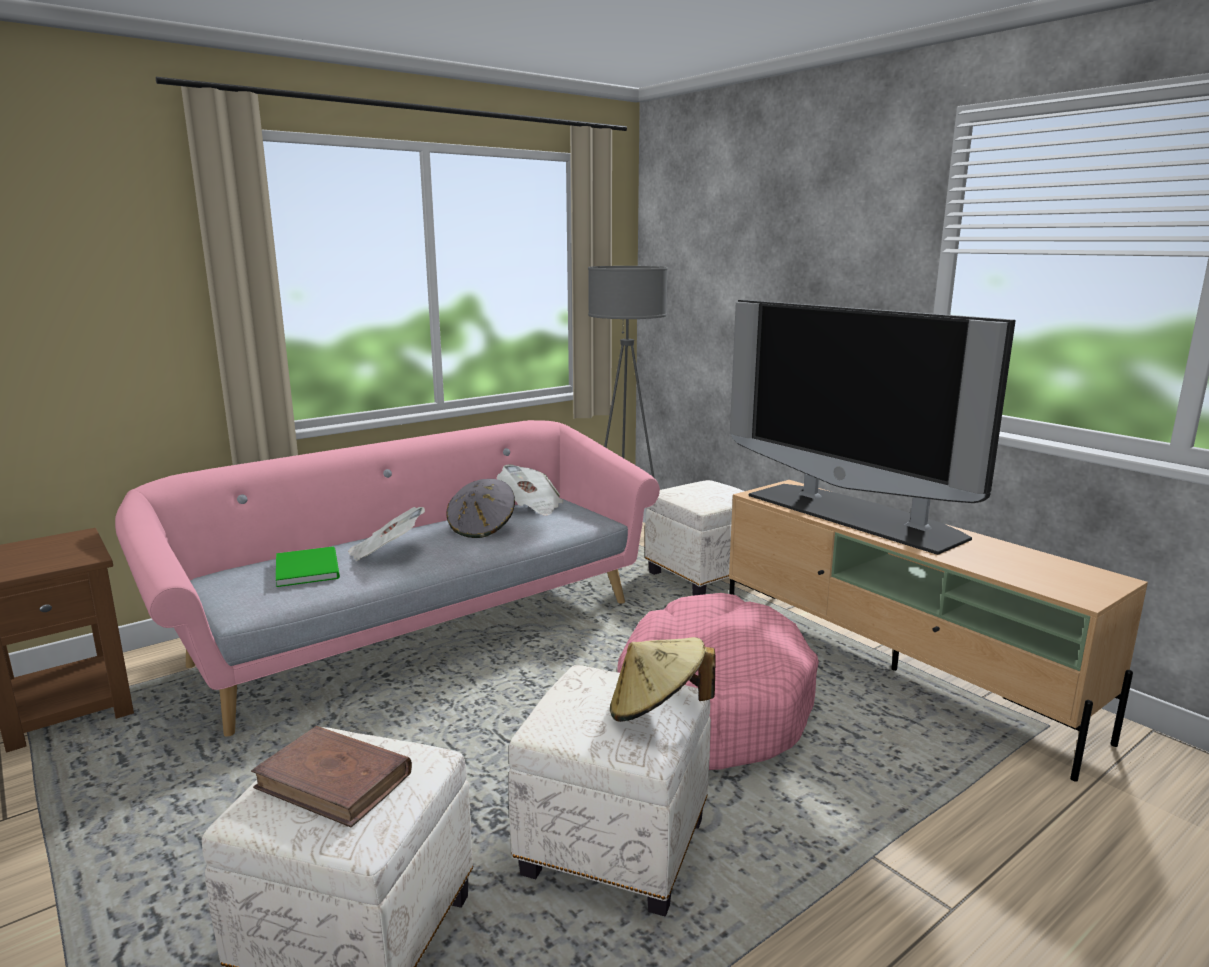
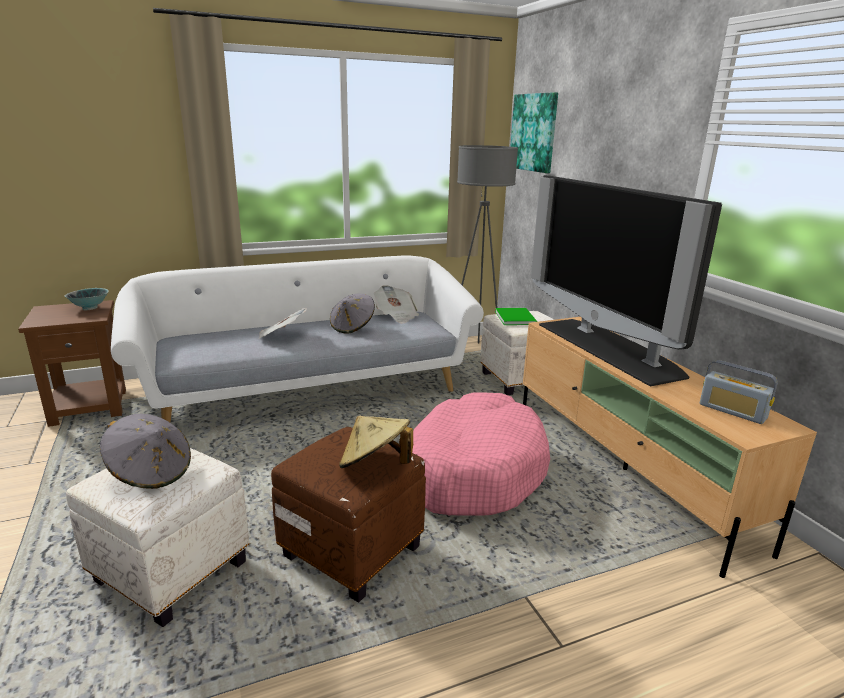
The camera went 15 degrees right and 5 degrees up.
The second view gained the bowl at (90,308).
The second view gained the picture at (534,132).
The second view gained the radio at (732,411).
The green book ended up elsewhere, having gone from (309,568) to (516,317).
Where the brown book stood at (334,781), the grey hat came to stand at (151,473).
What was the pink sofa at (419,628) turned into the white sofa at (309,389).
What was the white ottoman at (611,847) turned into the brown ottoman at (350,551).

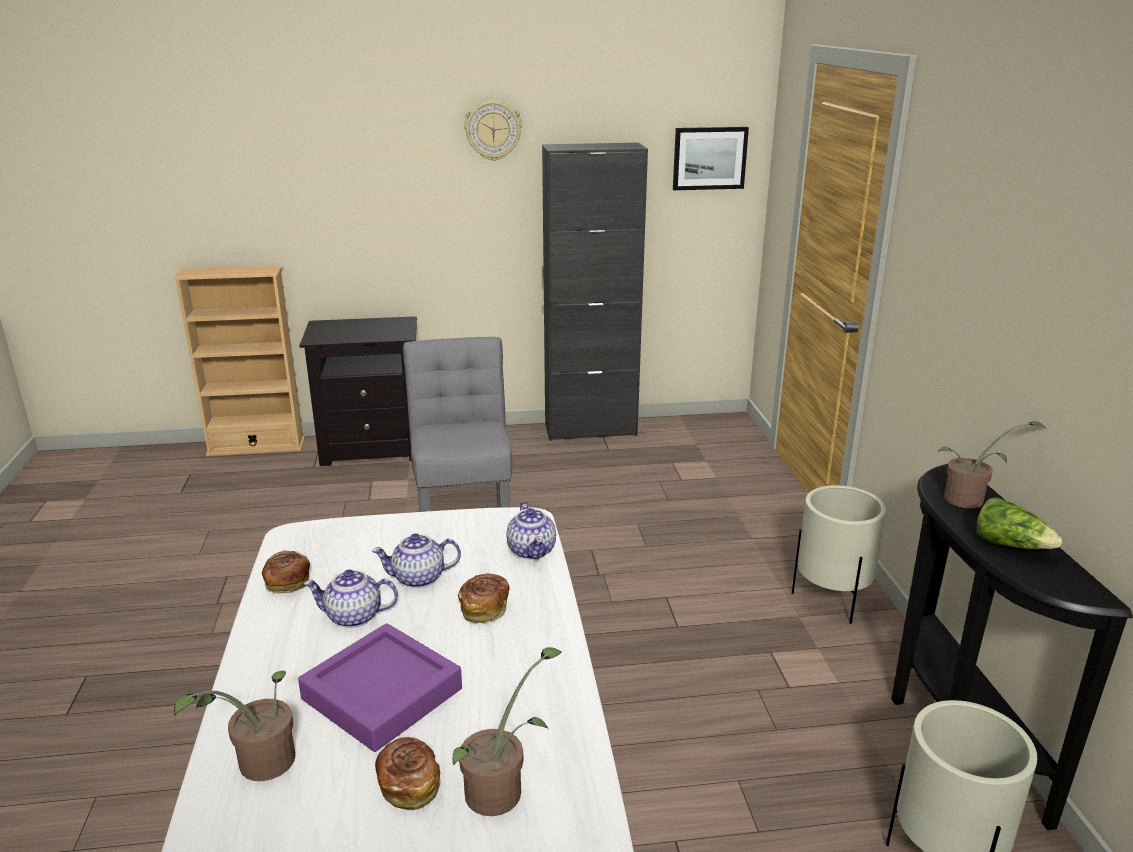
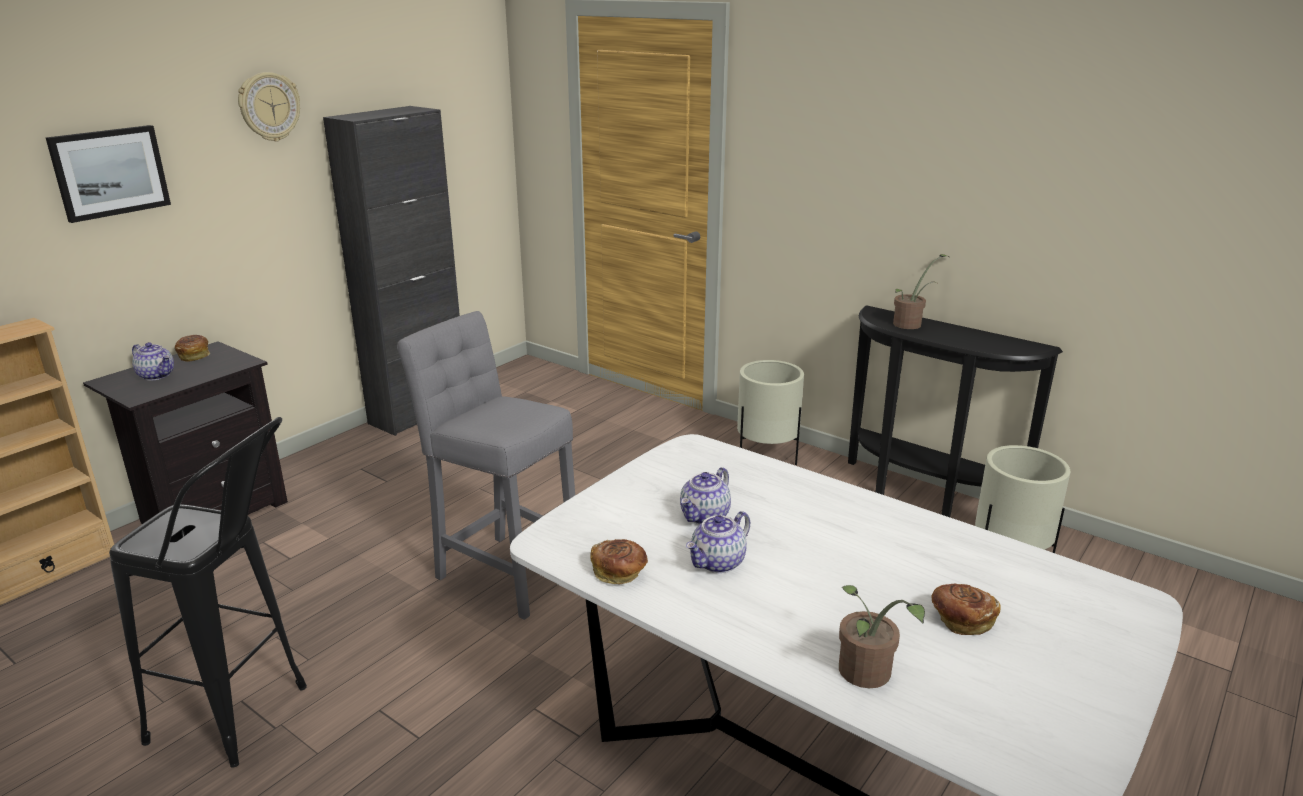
The camera went 45 degrees left and 0 degrees up.
The second view lost the purple tray at (382,694).
The second view lost the potted plant at (501,790).
The second view lost the lettuce at (1010,545).
The second view gained the black stool at (247,719).
The bread ended up elsewhere, having gone from (485,608) to (194,355).
The teapot ended up elsewhere, having gone from (532,551) to (157,375).
The picture ended up elsewhere, having gone from (709,158) to (110,172).

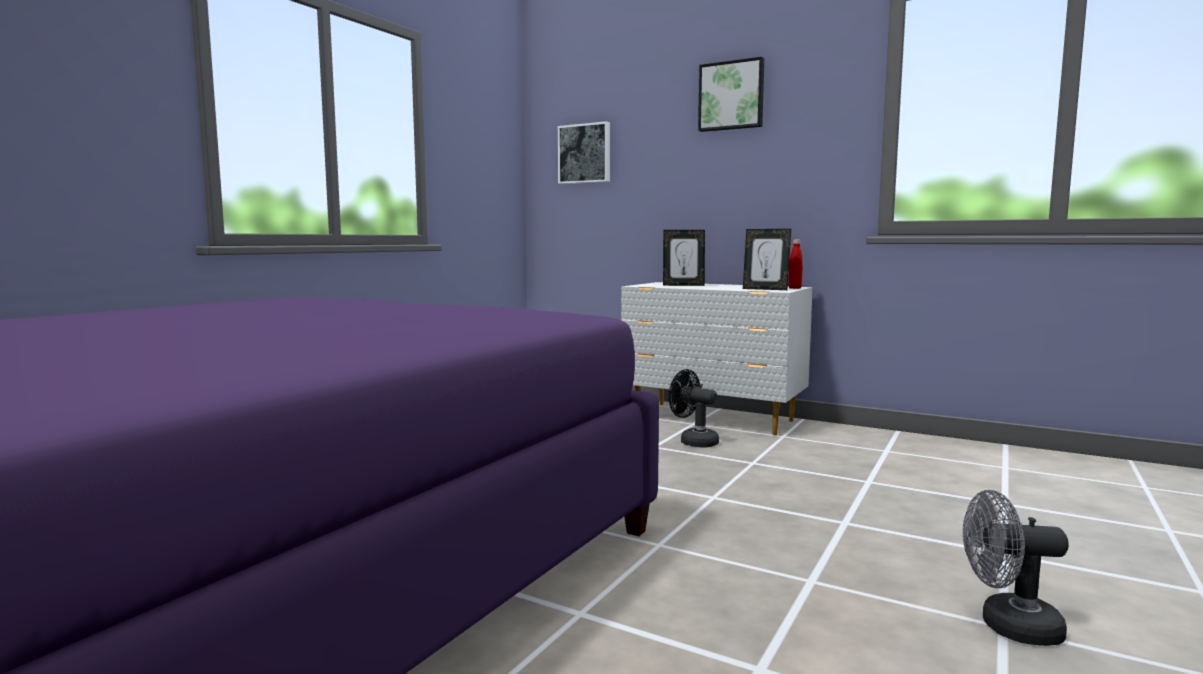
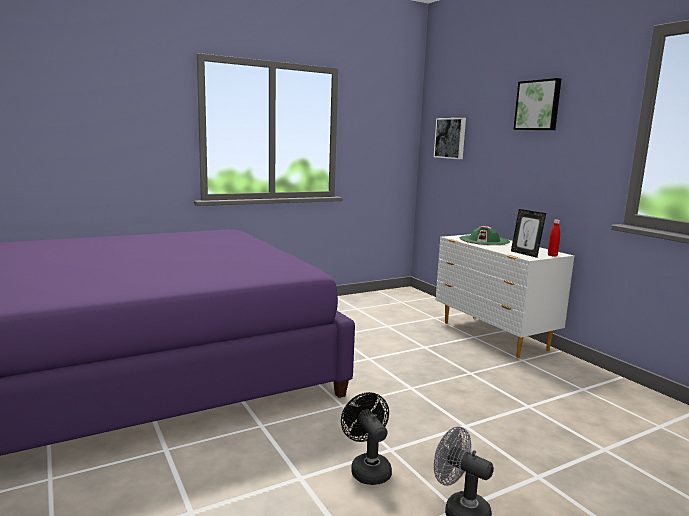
The camera went 30 degrees right and 5 degrees up.
The black fan ended up elsewhere, having gone from (693,441) to (367,469).
Where the picture frame stood at (683,285), the green hat came to stand at (484,240).

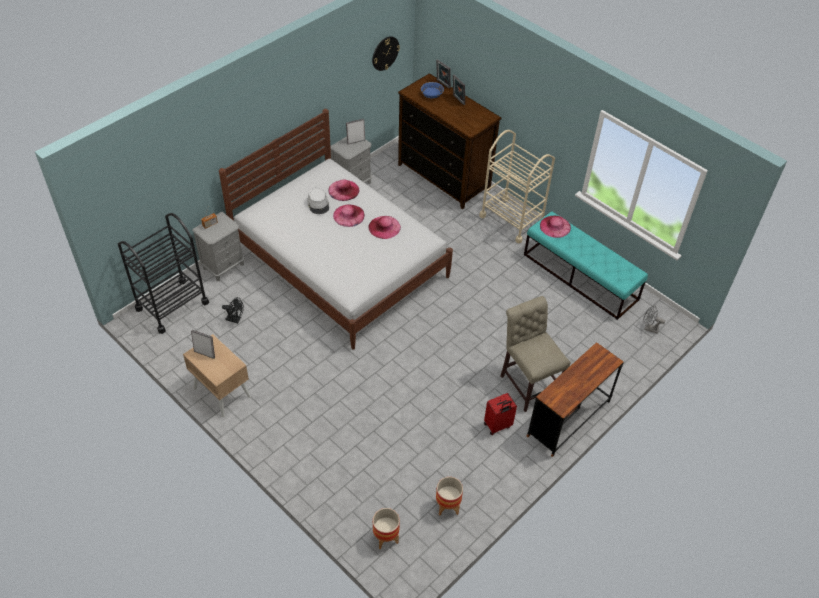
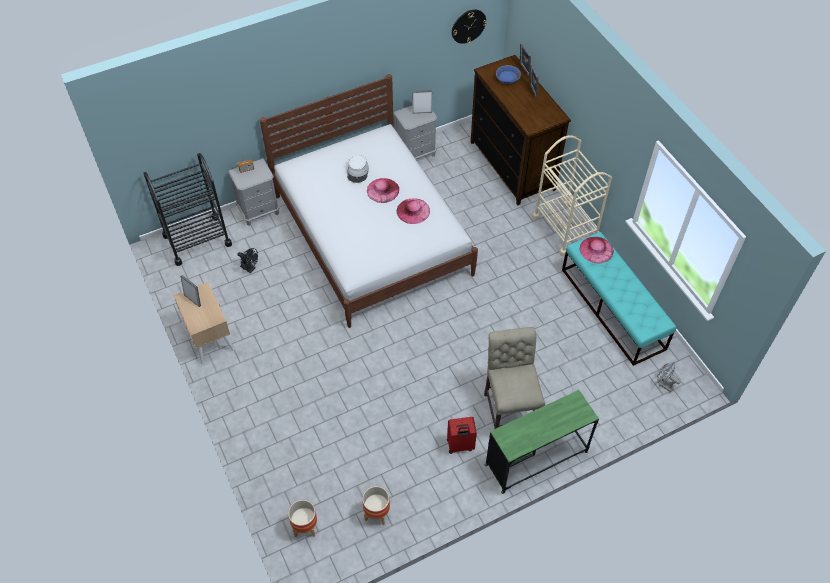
The camera went 20 degrees right and 5 degrees up.
The second view lost the pink hat at (343,190).
What was the brown desk at (569,419) turned into the green desk at (536,458).

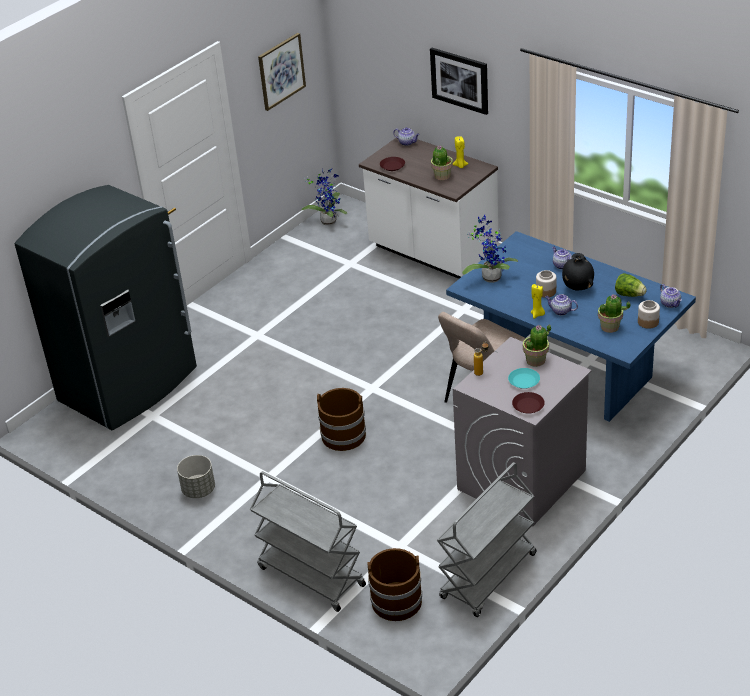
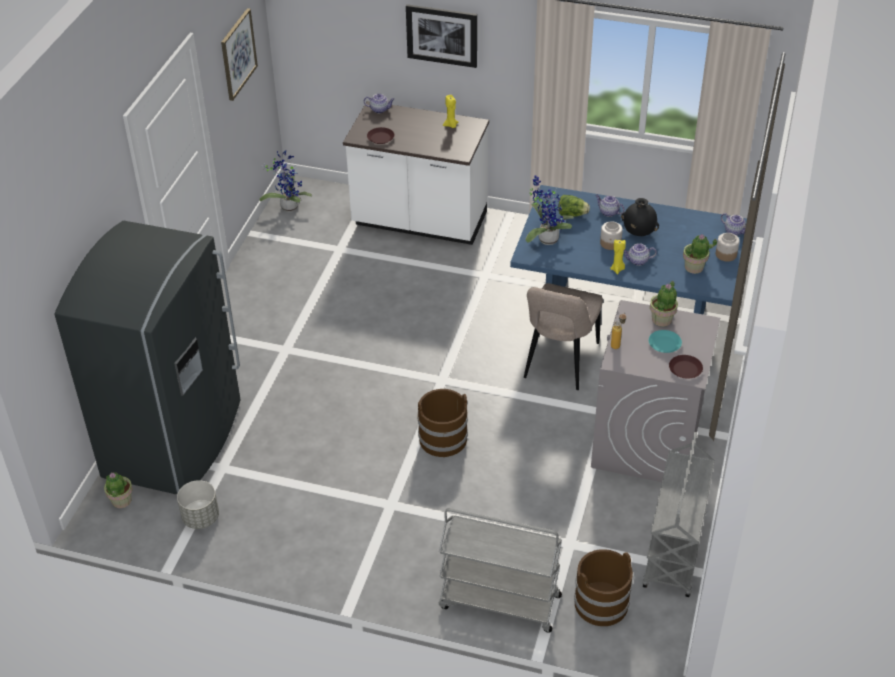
The camera went 25 degrees left and 5 degrees up.
The grey planter ended up elsewhere, having gone from (199,490) to (200,517).
The potted plant ended up elsewhere, having gone from (442,176) to (121,501).
The lettuce ended up elsewhere, having gone from (629,294) to (572,215).

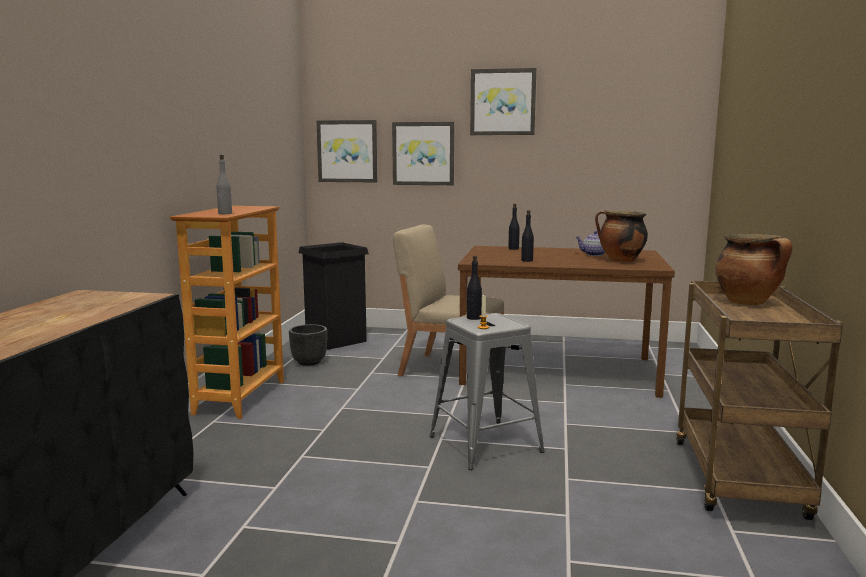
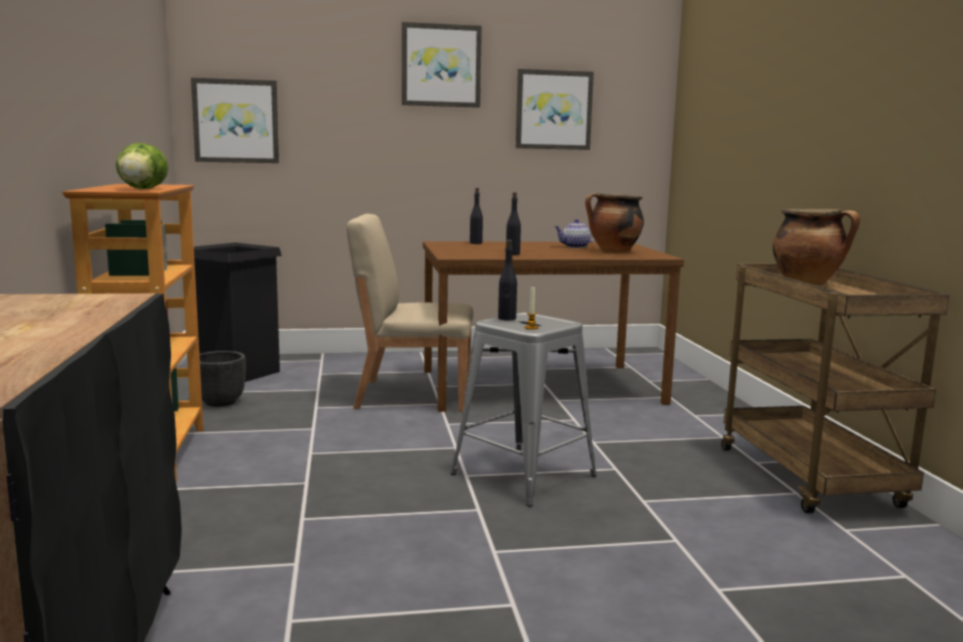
The camera went 20 degrees left and 0 degrees up.
The picture ended up elsewhere, having gone from (423,153) to (553,110).
Where the grey bottle stood at (225,213), the lettuce came to stand at (141,189).

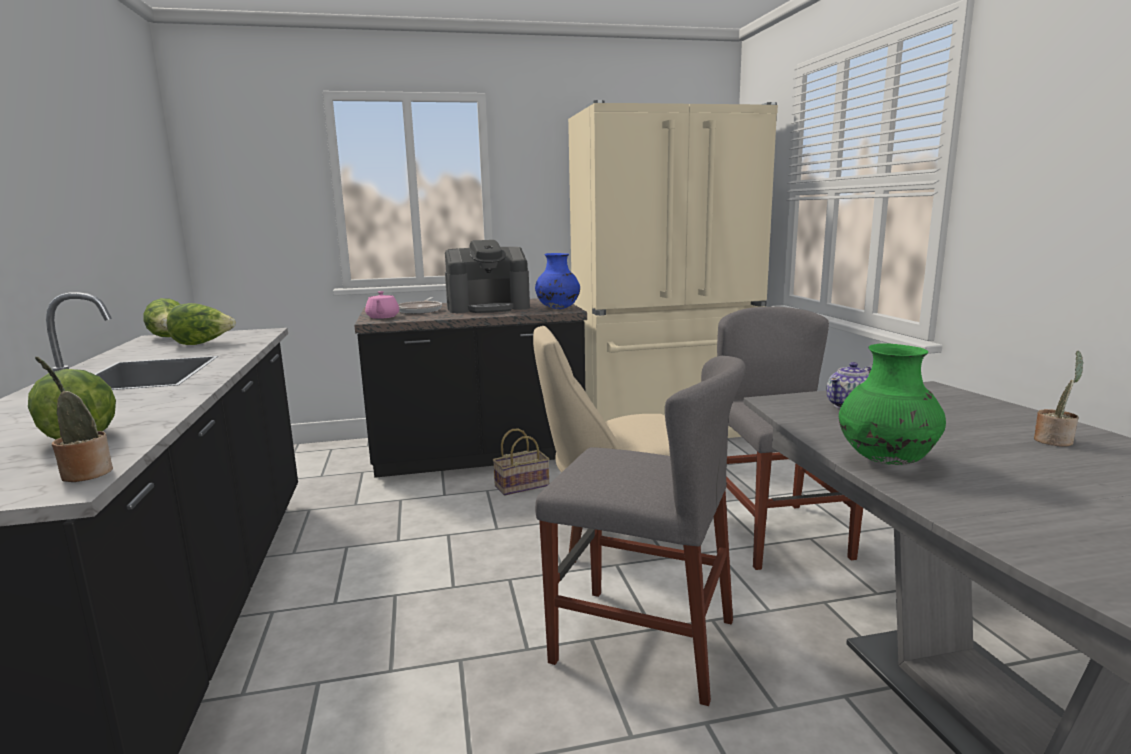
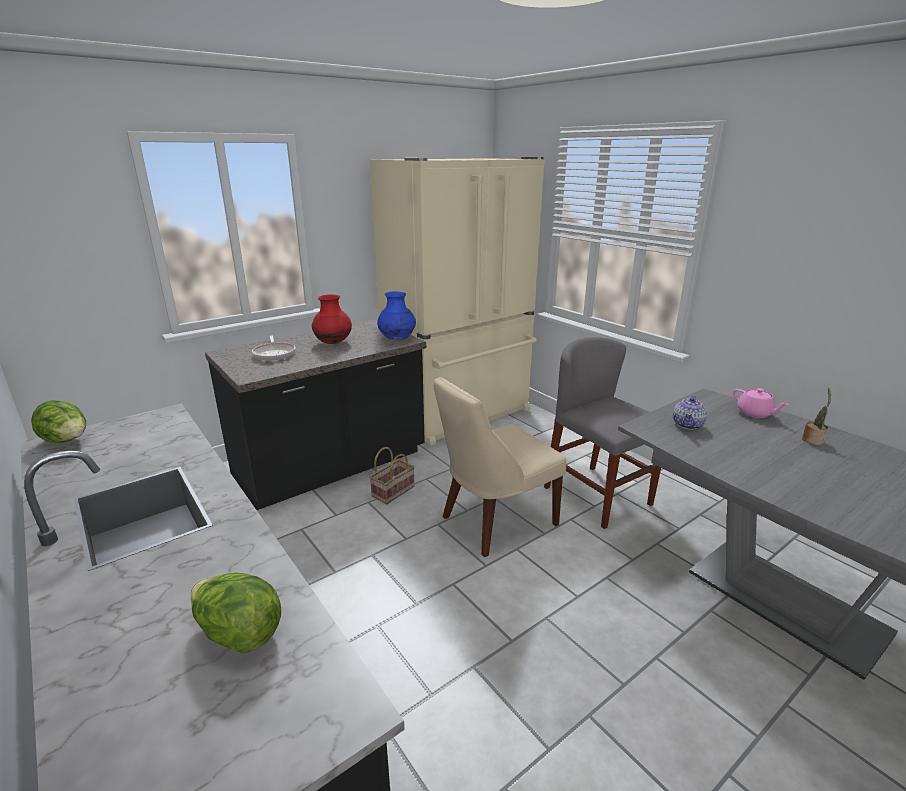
The camera went 25 degrees left and 10 degrees up.
The second view lost the potted plant at (84,473).
The second view lost the lettuce at (202,344).
The second view lost the grey chair at (643,641).
The second view lost the green vase at (886,461).
The pink teapot ended up elsewhere, having gone from (382,317) to (755,413).
Where the coffee machine stood at (488,307), the red vase came to stand at (333,342).

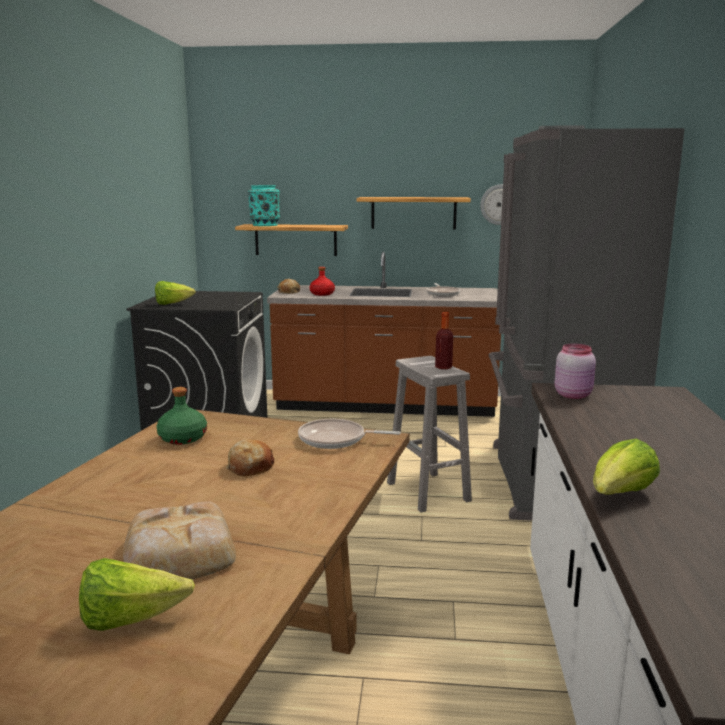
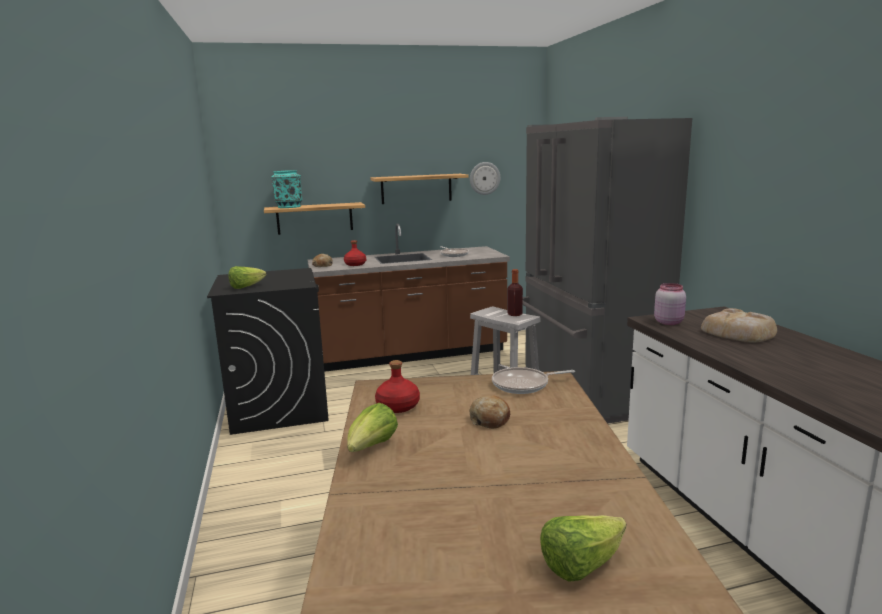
The camera went 20 degrees left and 0 degrees up.
The bread ended up elsewhere, having gone from (179,553) to (739,333).
The lettuce ended up elsewhere, having gone from (620,495) to (372,448).
What was the green bottle at (182,438) turned into the red bottle at (397,406).

